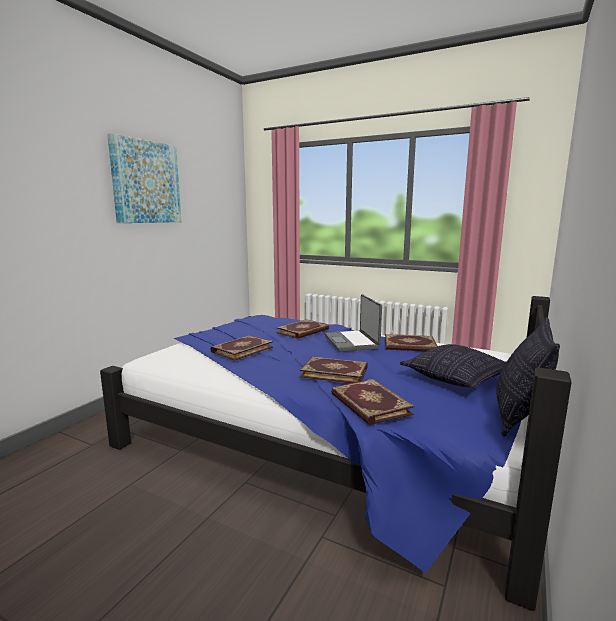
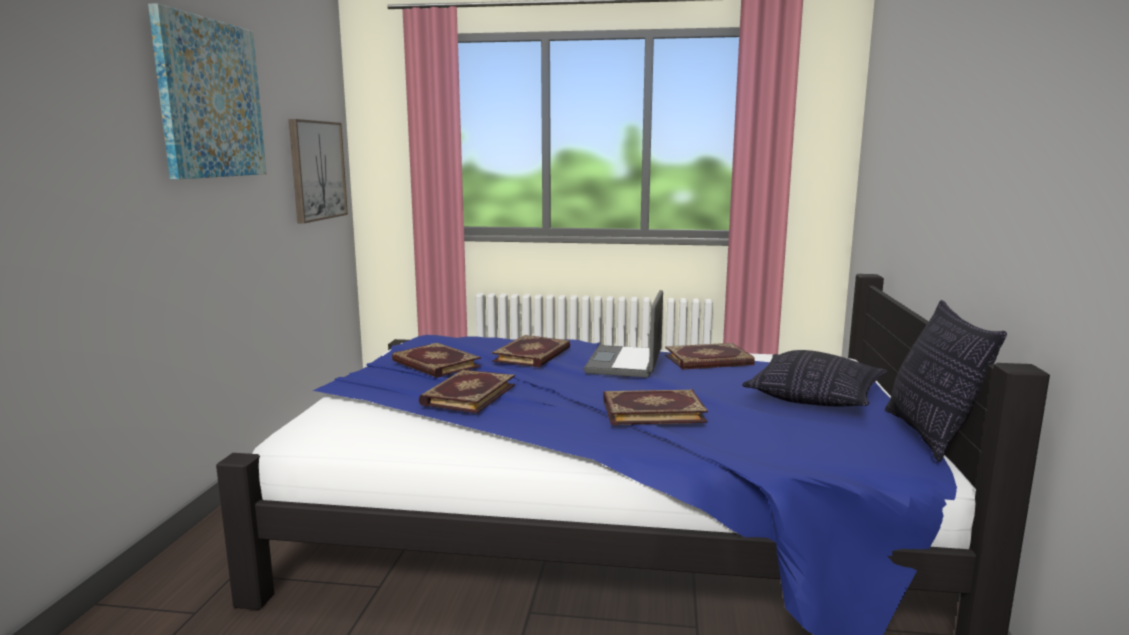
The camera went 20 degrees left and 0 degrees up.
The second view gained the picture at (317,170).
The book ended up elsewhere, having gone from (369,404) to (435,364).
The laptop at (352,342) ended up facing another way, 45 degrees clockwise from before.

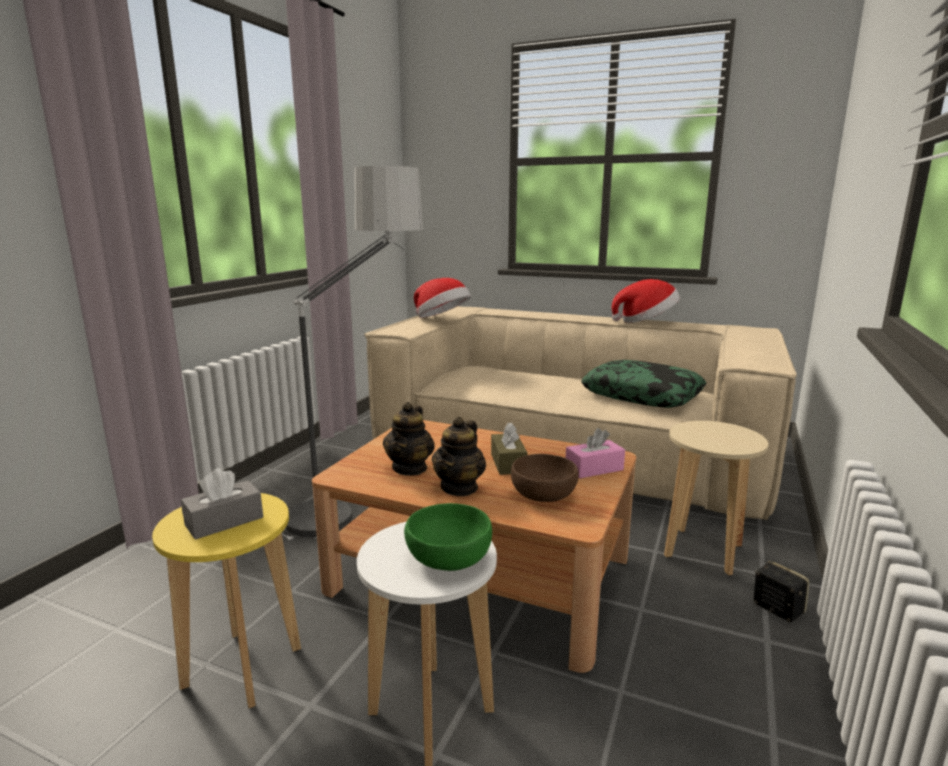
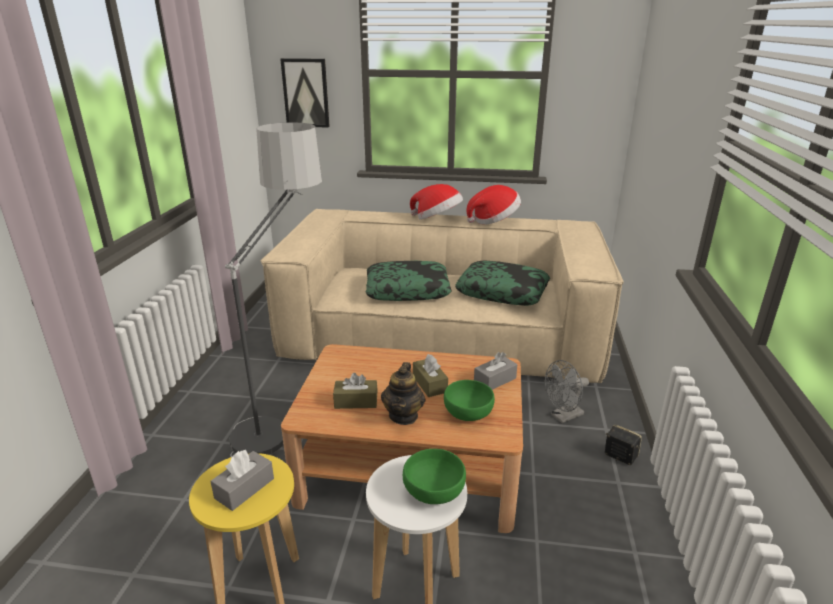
The camera went 15 degrees left and 10 degrees up.
The second view gained the picture at (306,93).
The second view gained the pillow at (407,290).
The hat ended up elsewhere, having gone from (442,319) to (437,219).
Where the teapot stood at (410,468), the brown tissue box came to stand at (356,401).
Where the beige stool stood at (703,551), the grey fan came to stand at (563,416).
What was the brown bowl at (542,494) turned into the green bowl at (467,412).
What was the pink tissue box at (594,469) turned into the grey tissue box at (495,380).

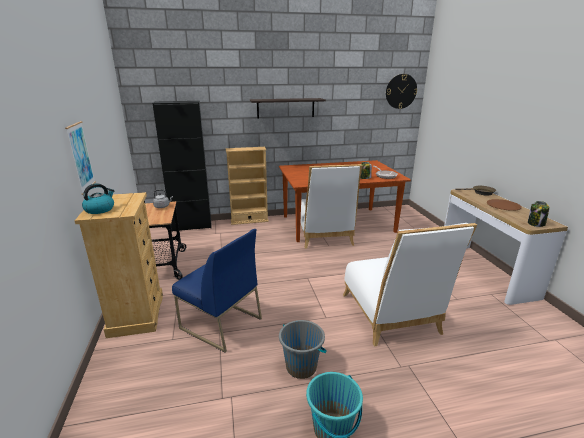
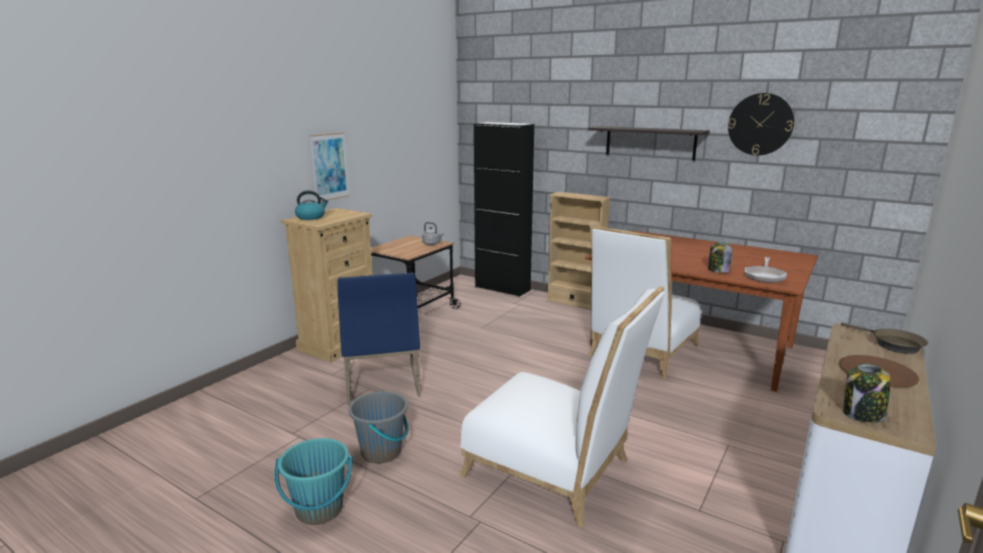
The camera went 45 degrees right and 5 degrees down.
The wall clock ended up elsewhere, having gone from (401,91) to (760,124).
The white chair at (392,317) ended up facing another way, 90 degrees counterclockwise from before.

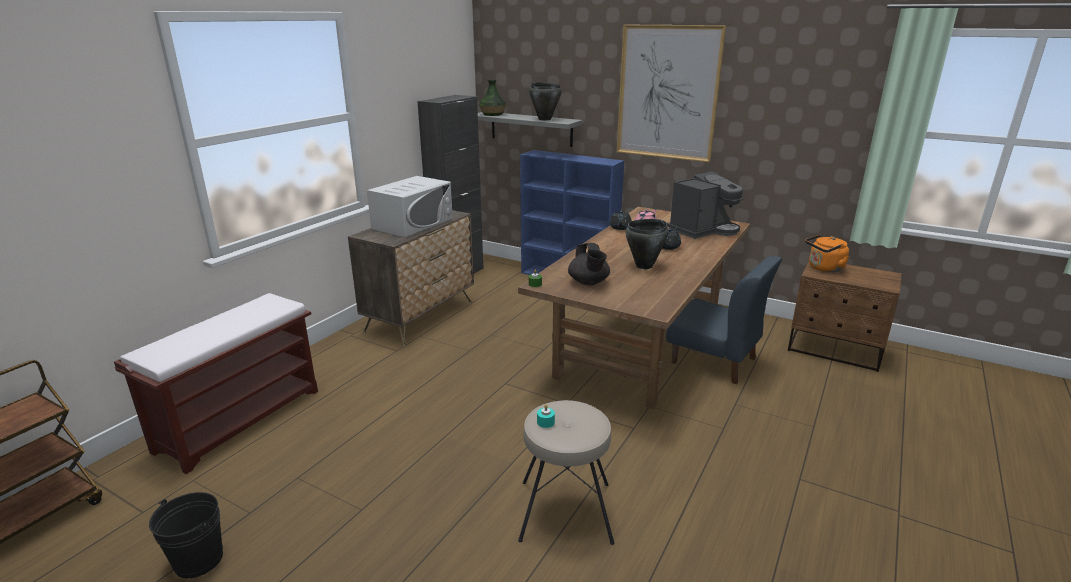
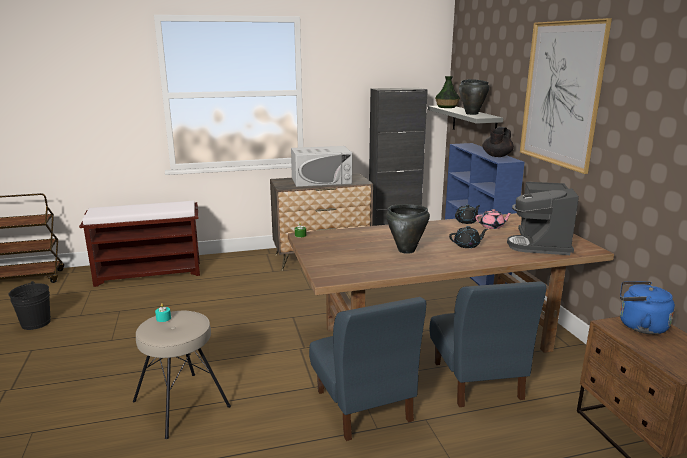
The camera went 45 degrees right and 5 degrees down.
The second view gained the blue chair at (363,406).
The black teapot ended up elsewhere, having gone from (588,282) to (496,156).
What was the orange kettle at (824,268) turned into the blue kettle at (639,326).
The coffee machine at (703,230) ended up facing another way, 90 degrees clockwise from before.

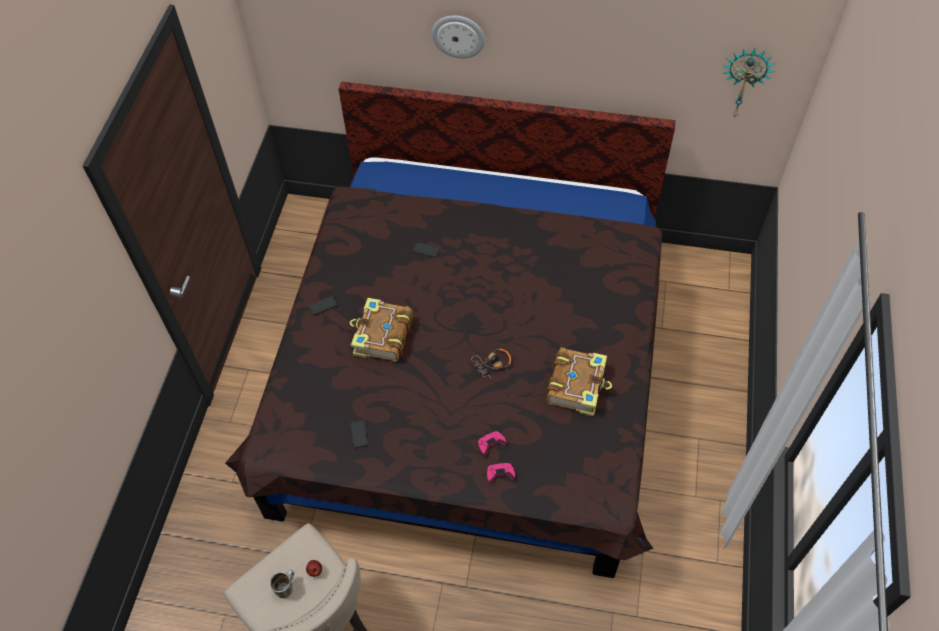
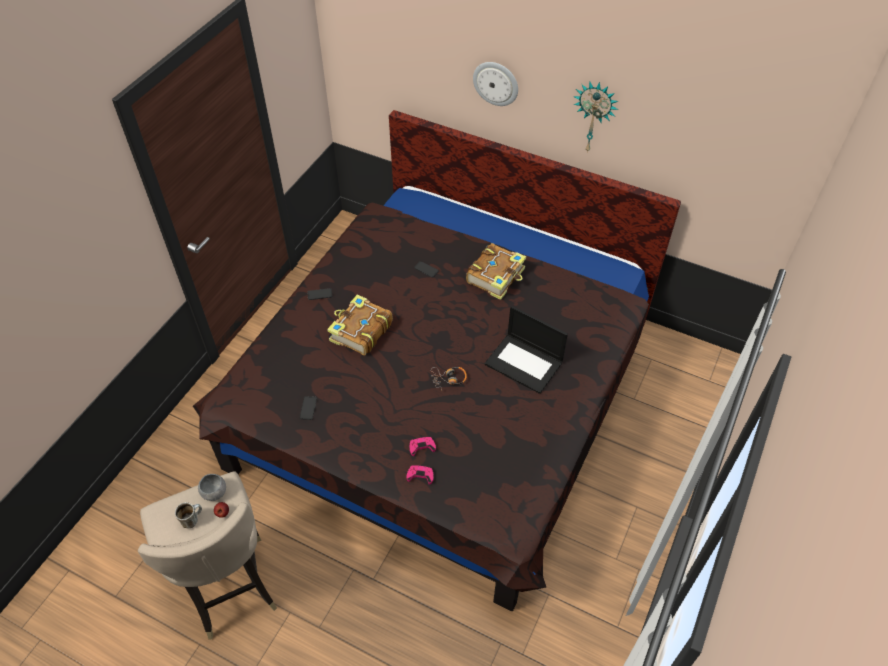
The camera went 15 degrees right and 5 degrees down.
The second view gained the grey bowl at (214,492).
The second view gained the laptop at (525,363).
The book ended up elsewhere, having gone from (577,385) to (496,276).
The wall clock ended up elsewhere, having gone from (744,81) to (594,116).

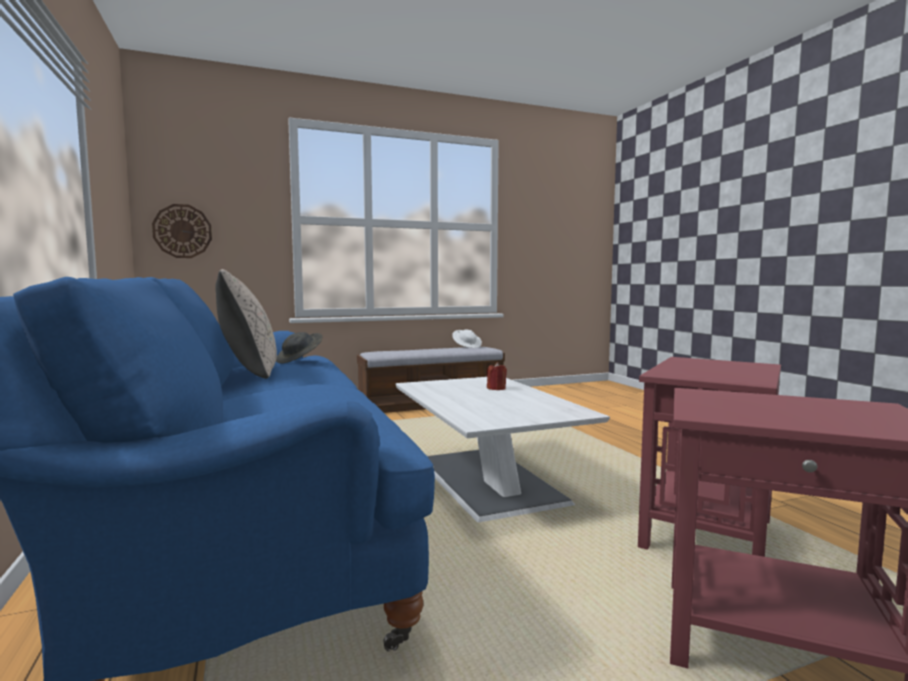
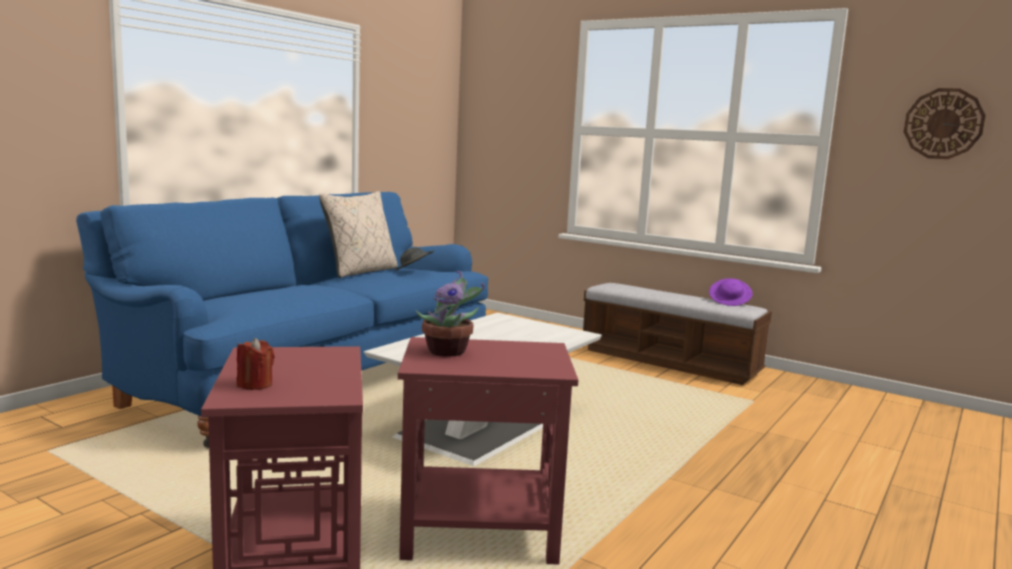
The camera went 55 degrees right and 5 degrees up.
The second view gained the potted plant at (449,352).
The wall clock ended up elsewhere, having gone from (182,231) to (943,123).
The red candle ended up elsewhere, having gone from (496,388) to (255,384).
What was the white hat at (467,346) turned into the purple hat at (730,302).

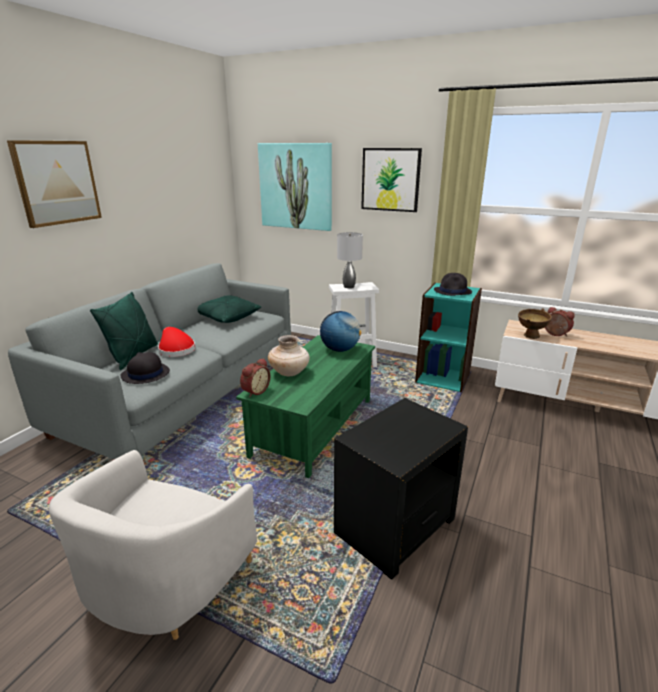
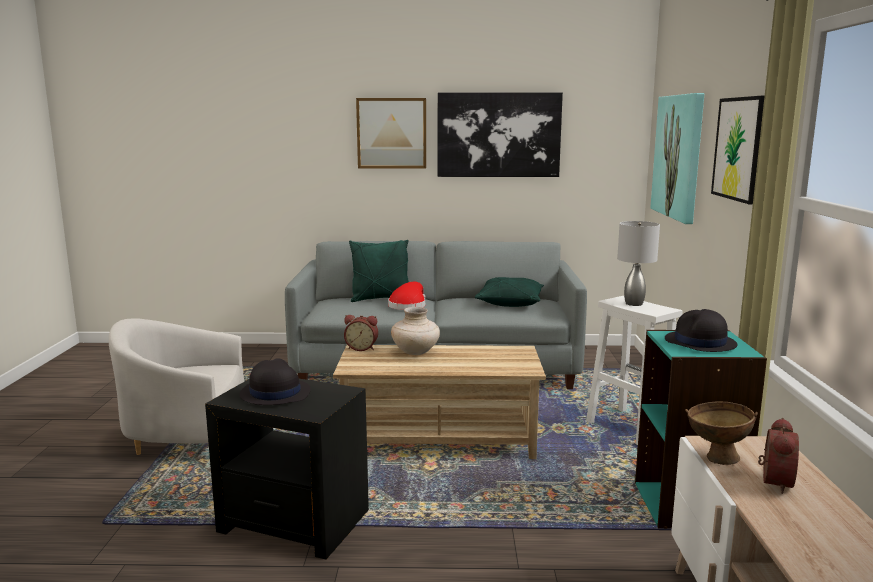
The camera went 65 degrees right and 10 degrees down.
The second view lost the globe at (340,350).
The second view gained the picture at (498,135).
The black hat ended up elsewhere, having gone from (145,374) to (274,393).
What was the green coffee table at (314,426) turned into the beige coffee table at (440,439).

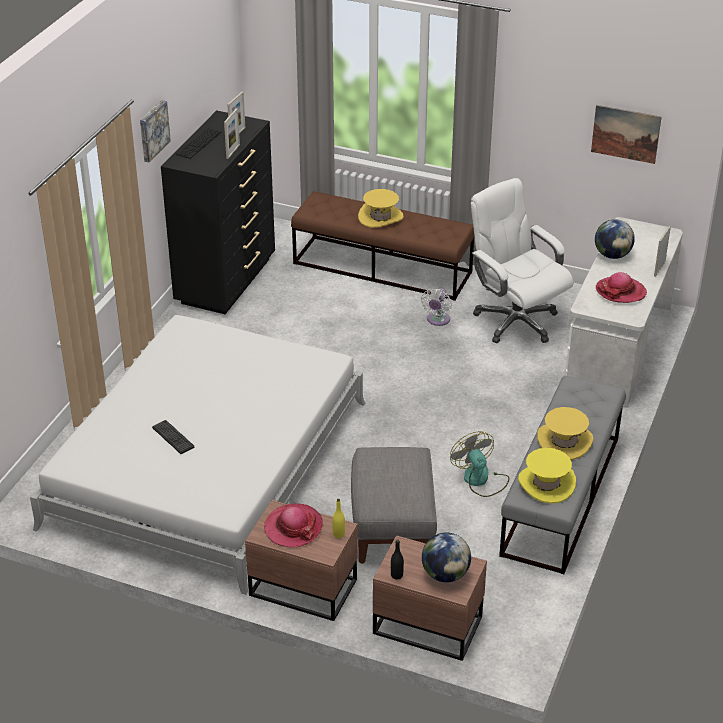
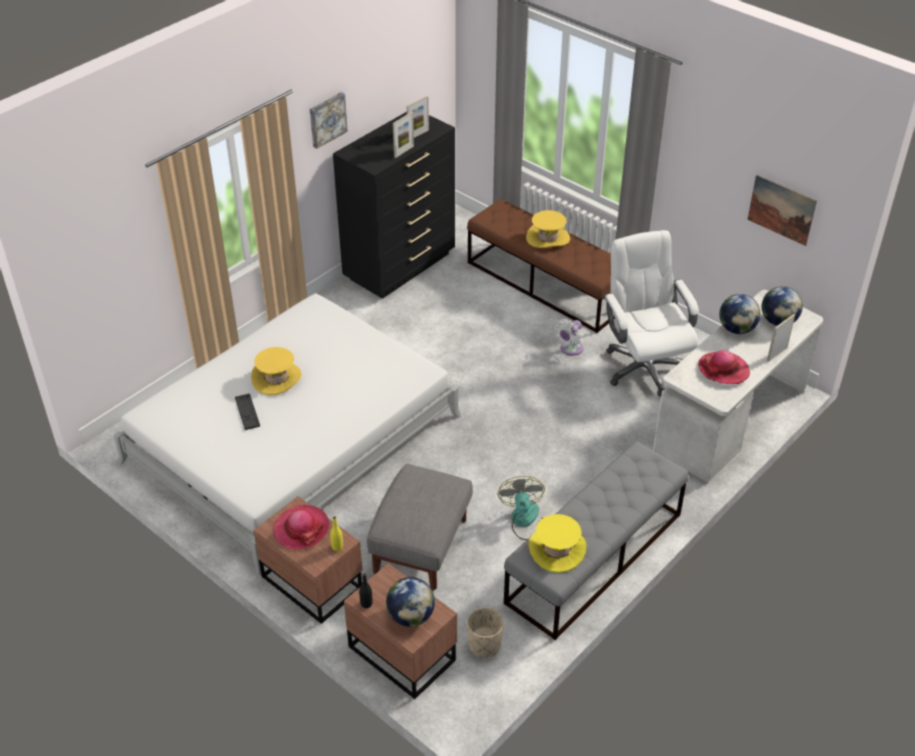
The camera went 20 degrees right and 5 degrees up.
The second view gained the beige planter at (484,645).
The second view gained the globe at (778,321).
The yellow hat ended up elsewhere, having gone from (564,442) to (276,378).

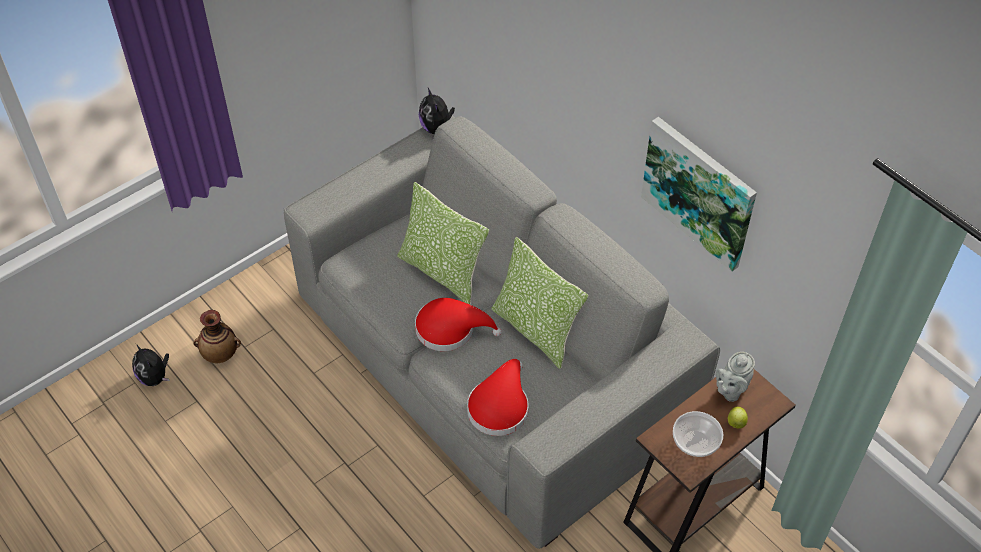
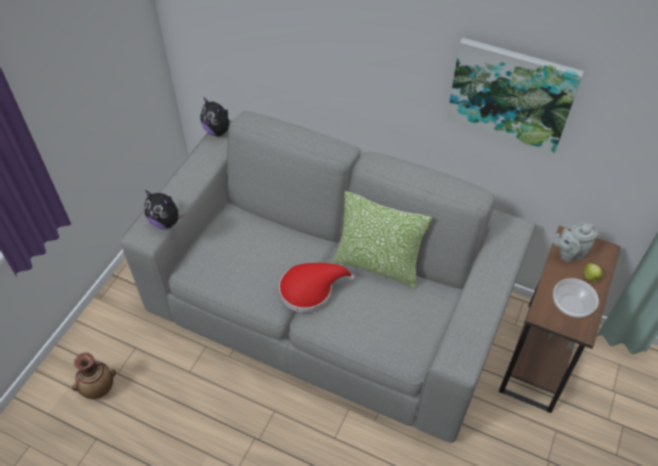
The camera went 25 degrees left and 0 degrees up.
The second view lost the pillow at (442,272).
The second view lost the red hat at (499,405).
The plush toy ended up elsewhere, having gone from (155,377) to (166,221).
The grey teapot at (730,390) ended up facing another way, 60 degrees clockwise from before.

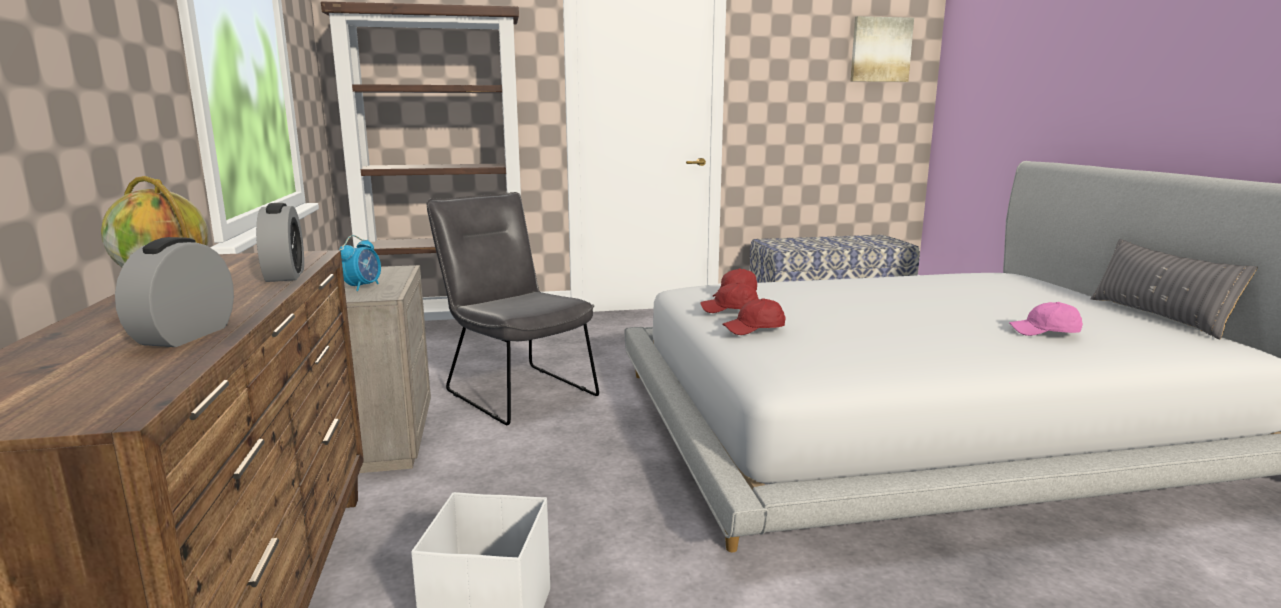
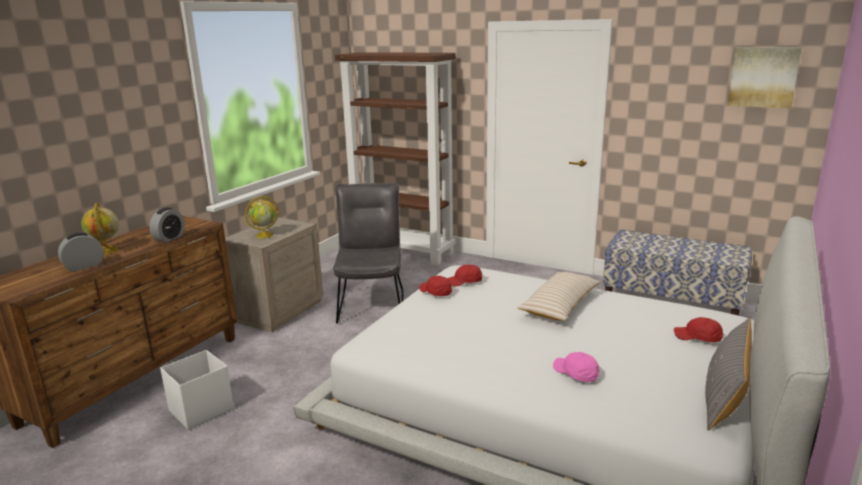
The camera went 40 degrees right and 5 degrees up.
The second view gained the beige pillow at (560,305).
The red cap ended up elsewhere, having gone from (755,329) to (698,338).
Where the alarm clock stood at (363,287), the globe came to stand at (265,235).

